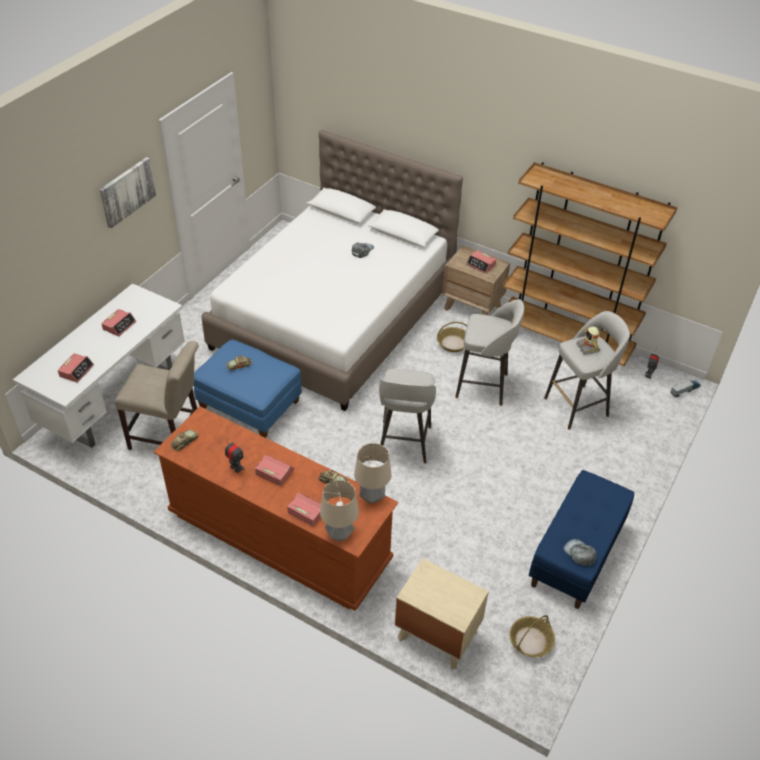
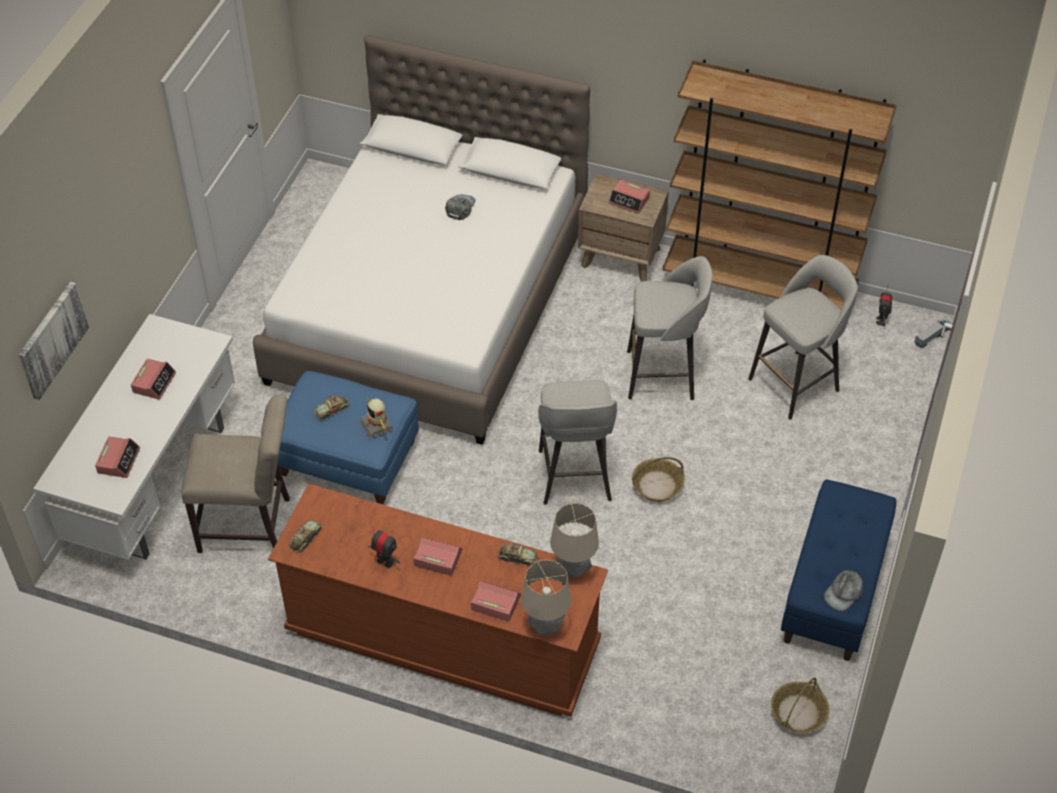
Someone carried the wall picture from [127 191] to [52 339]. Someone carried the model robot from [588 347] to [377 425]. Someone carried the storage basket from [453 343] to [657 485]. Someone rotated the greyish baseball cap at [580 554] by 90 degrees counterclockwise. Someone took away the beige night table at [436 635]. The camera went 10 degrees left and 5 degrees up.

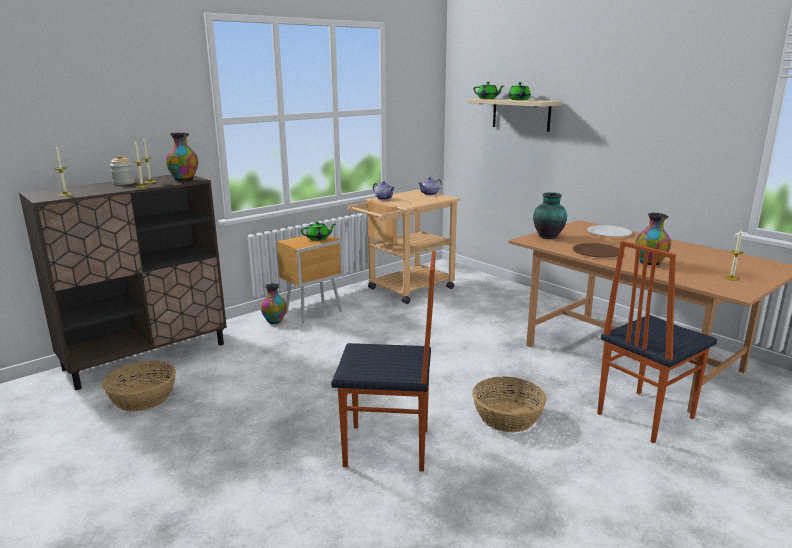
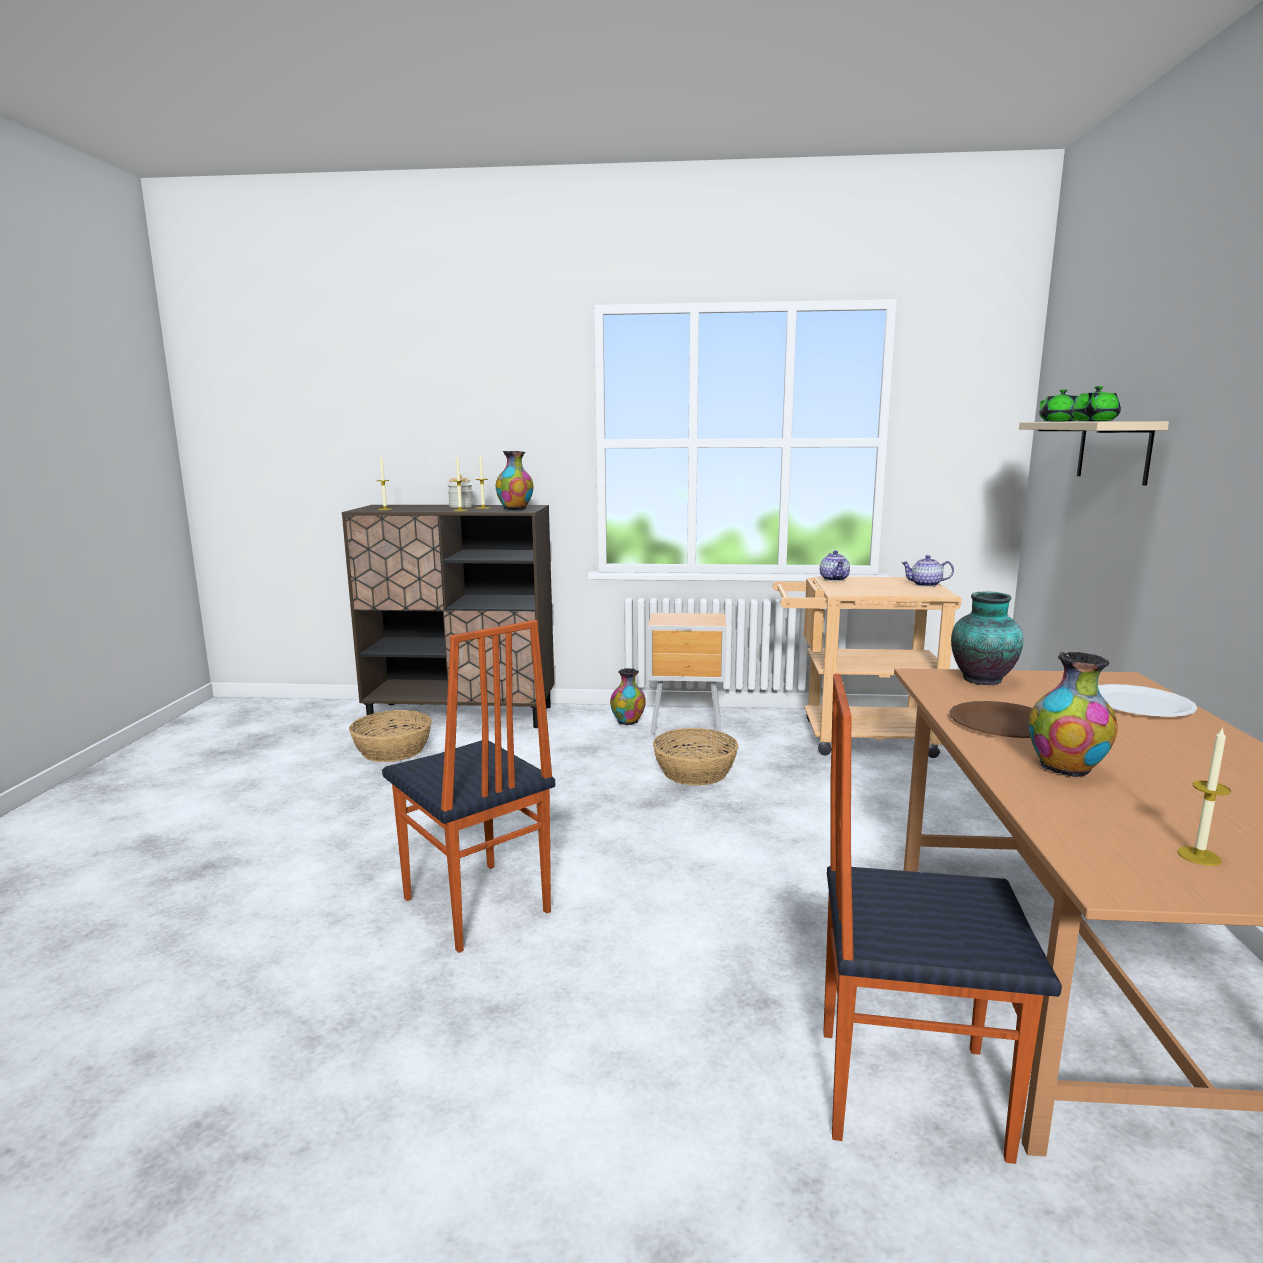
Someone carried the storage basket from [507 416] to [695 772]. Someone took away the green tea pot at [318 238]. The camera went 45 degrees right and 5 degrees down.

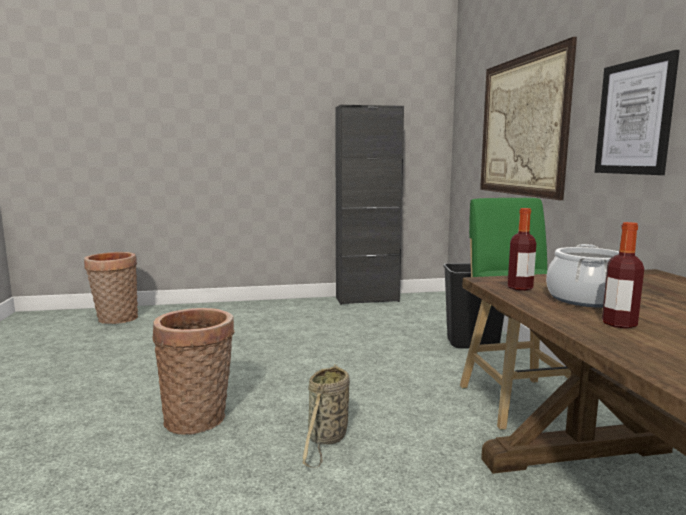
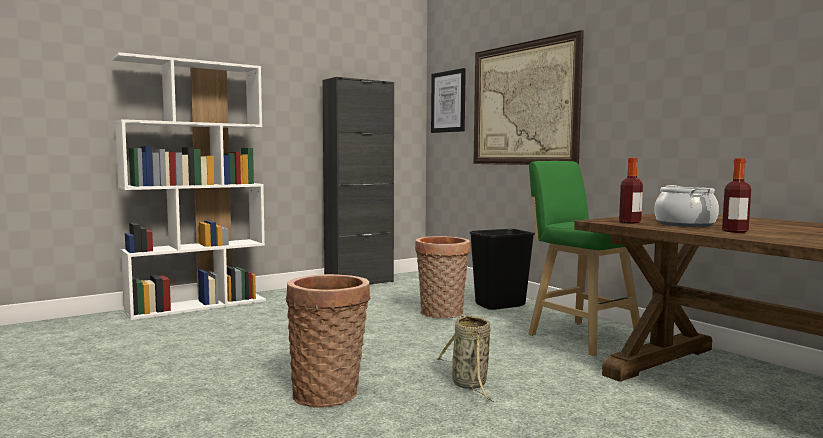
Someone put down the white-coloured shelving unit at [198 305]. Someone carried the storage basket from [116 319] to [441 314]. Someone carried the wall picture from [634 117] to [448 101]. The camera went 25 degrees left and 5 degrees down.

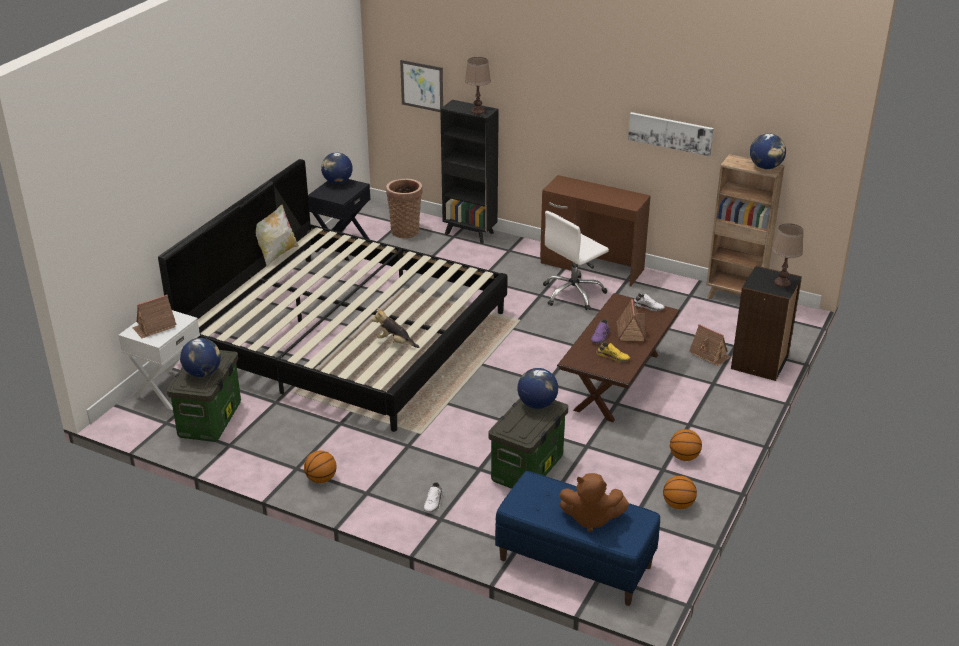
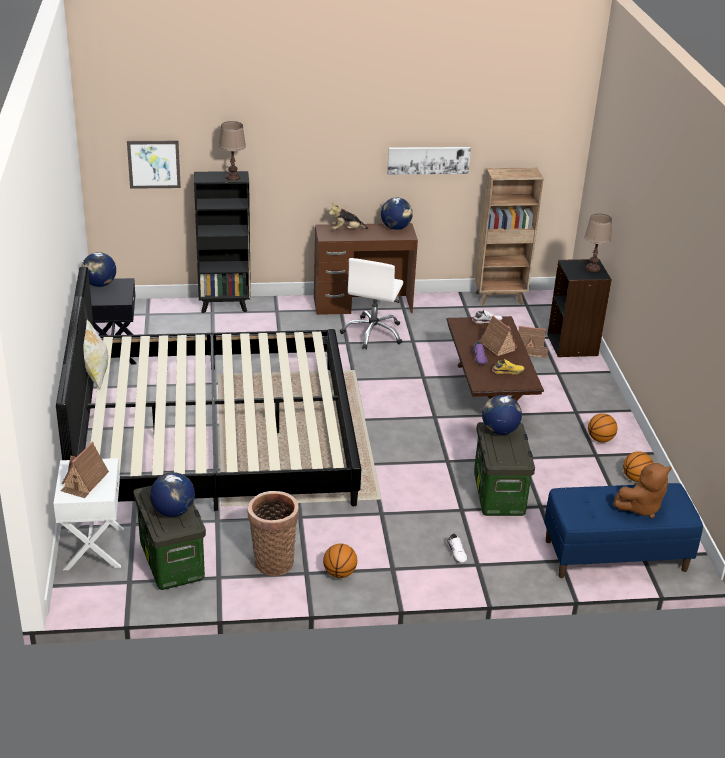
Someone carried the storage basket from [405 230] to [273 560]. Someone carried the plush toy from [395 342] to [346 230]. Someone carried the globe from [765 167] to [396 228]. The camera went 35 degrees left and 0 degrees up.

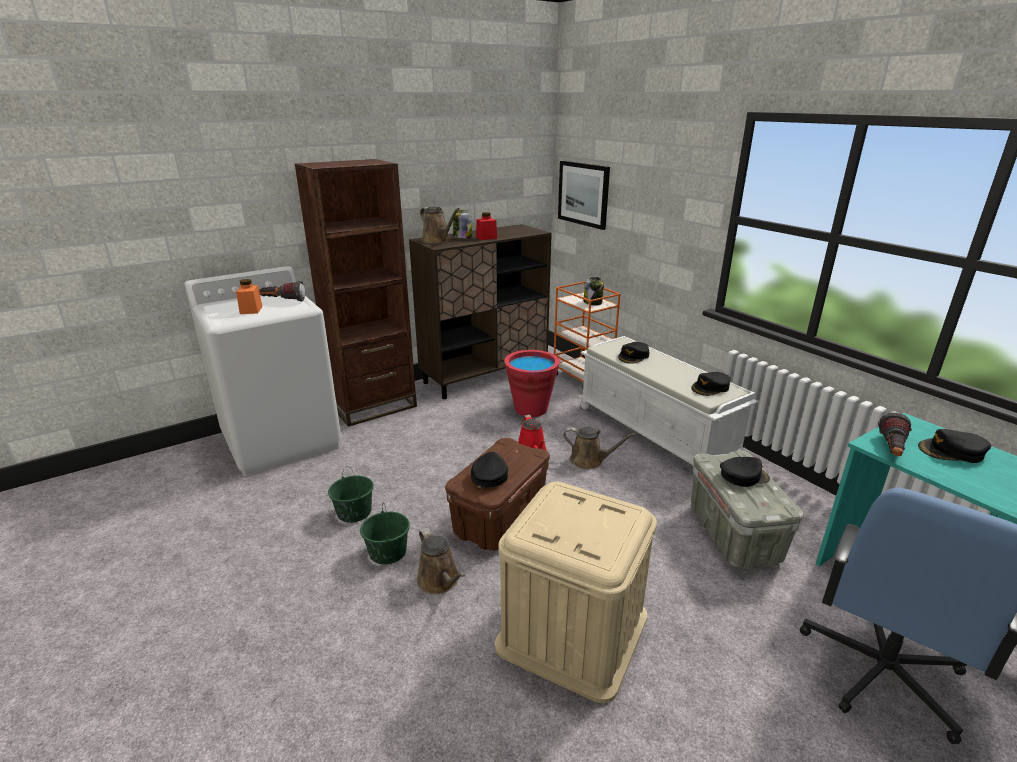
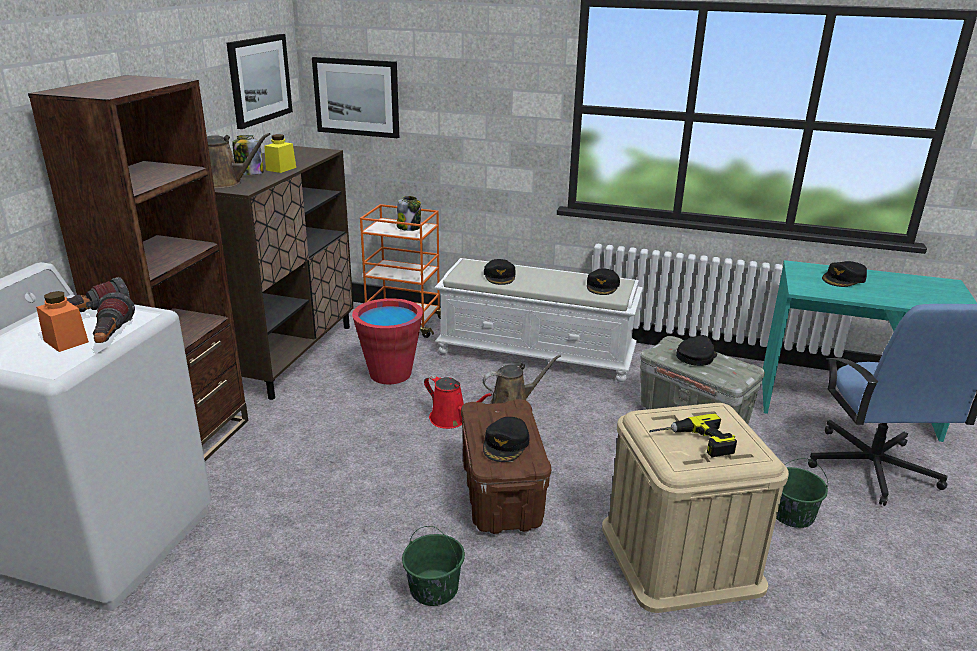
Someone carried the flashlight from [891 450] to [112 338]. Someone put up the wall picture at [259 79]. Someone repainted the red preserve jar at [486 238], which became the yellow-coloured preserve jar at [281 169]. Someone rotated the black-coloured baseball cap at [489 474] by 135 degrees counterclockwise. Someone put down the electric drill at [693 442]. Someone carried the green pail from [354 512] to [791 514]. Someone took away the brown-coloured watering pot at [440 581]. The camera went 40 degrees left and 0 degrees up.

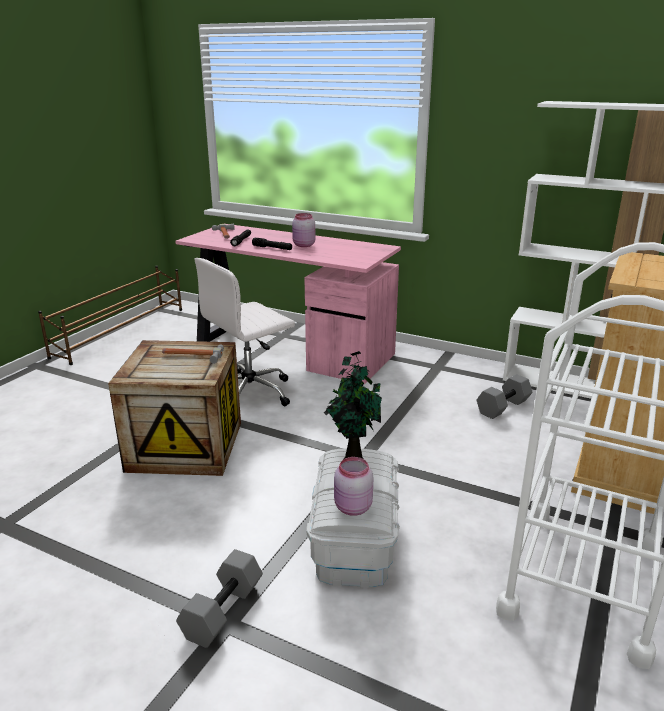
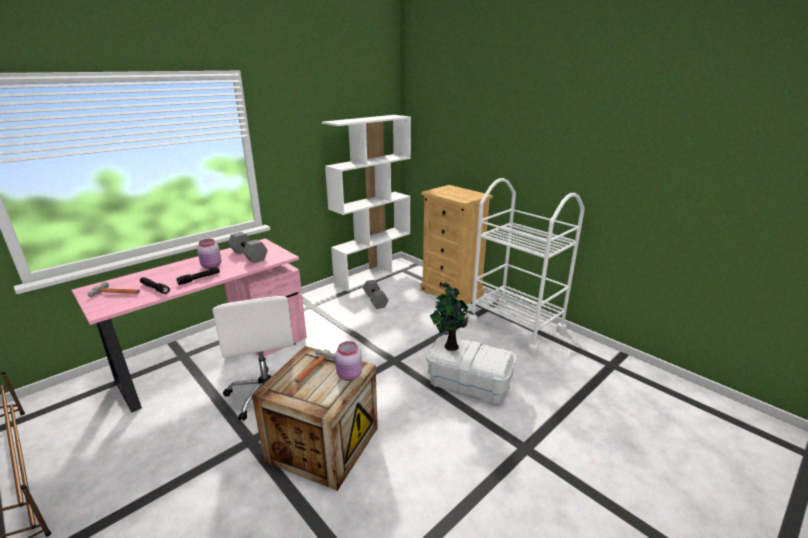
Someone carried the greyish dumbbell from [222 610] to [248 255]. Someone carried the pink preserve jar from [352 508] to [349 375]. The camera went 70 degrees left and 0 degrees up.

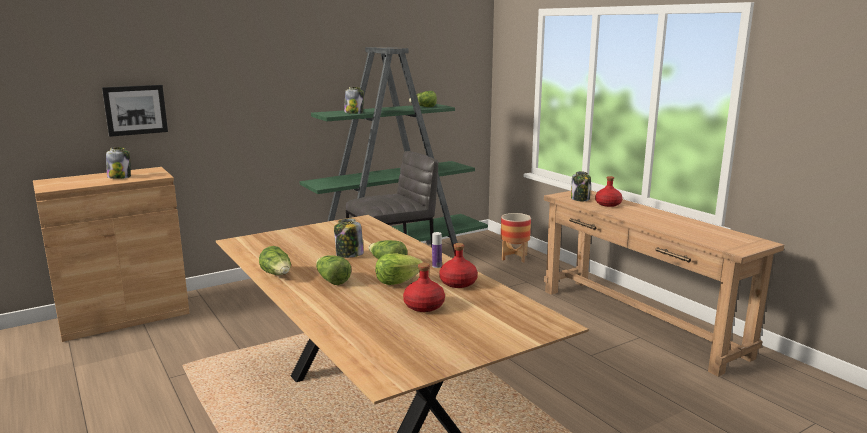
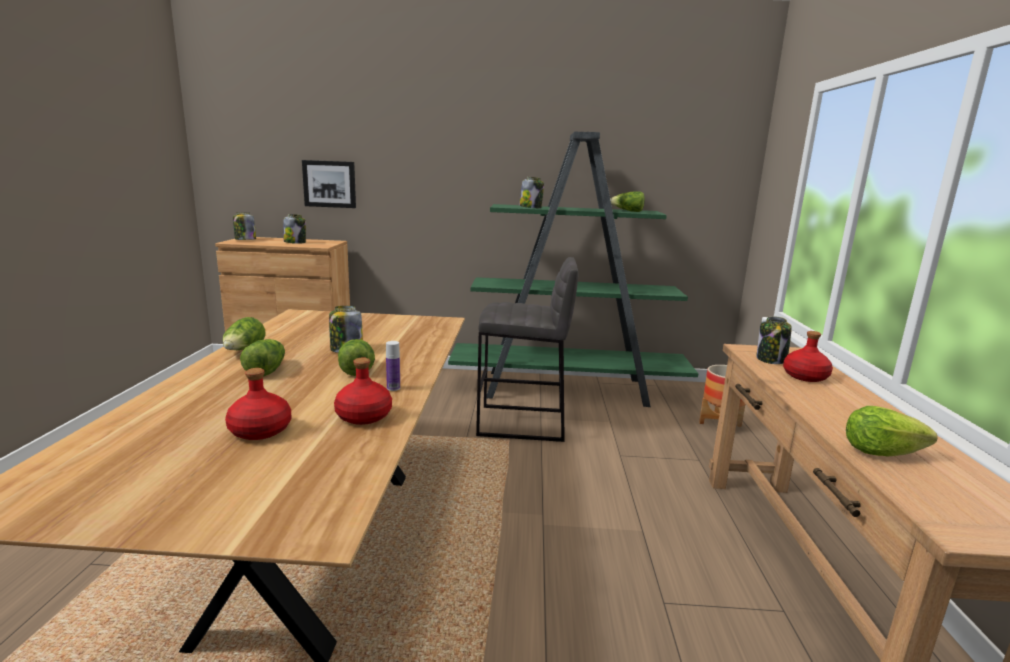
Someone put down the preserve jar at [245 240]. Someone carried the lettuce head from [397 282] to [880 452]. The camera went 35 degrees right and 0 degrees up.

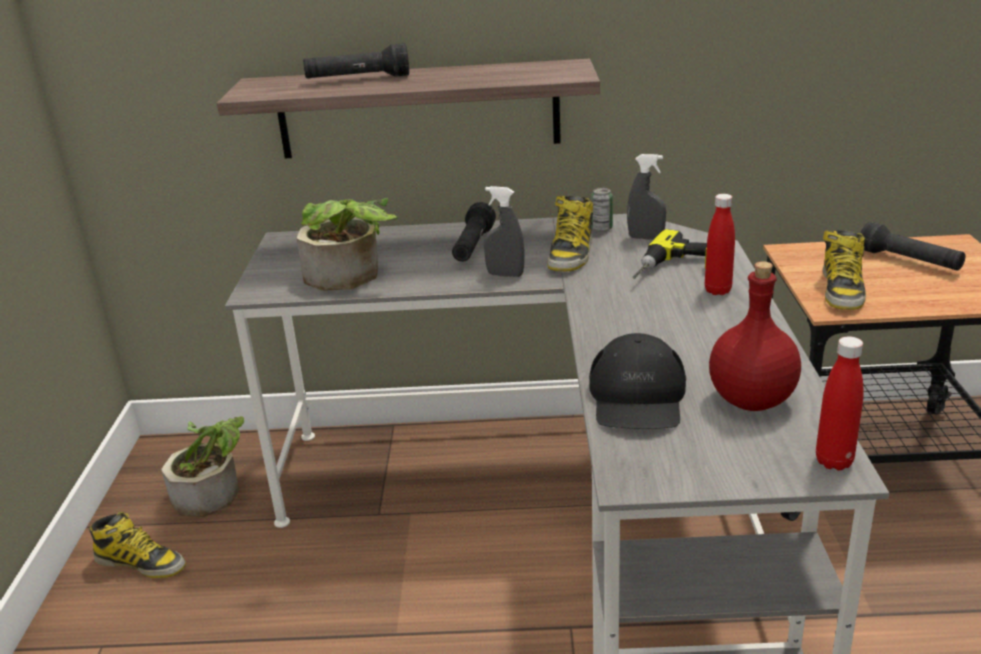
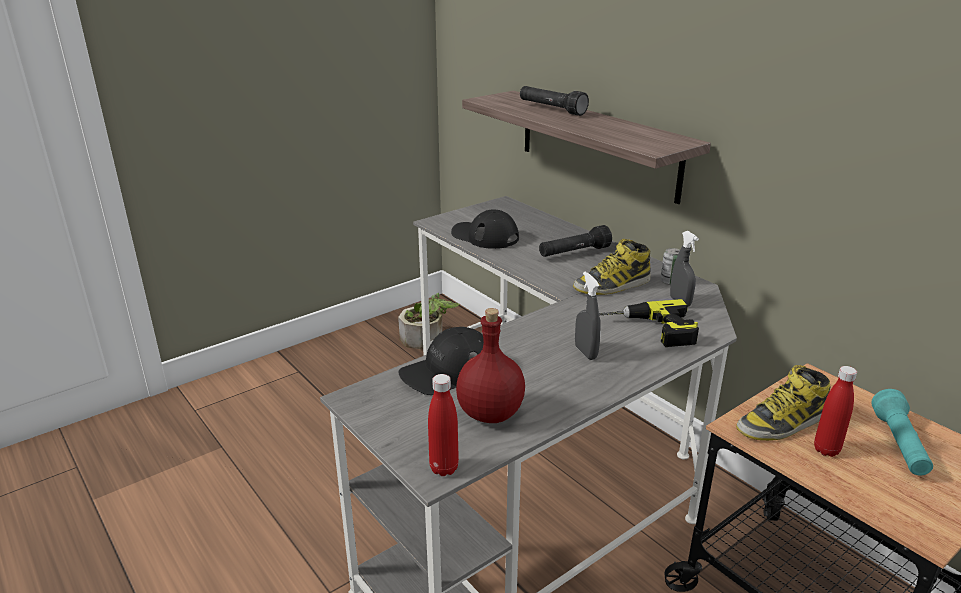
Someone swapped the plant in a pot at [350 277] for the black-coloured baseball cap at [485 236]. Someone carried the greyish sprayer from [505 275] to [585 352]. Someone carried the red bottle from [717 290] to [826 450]. Someone repainted the black-coloured flashlight at [909 261], which became the blue-green flashlight at [899 445]. Someone took away the tall boot at [141 563]. The camera went 50 degrees right and 0 degrees up.

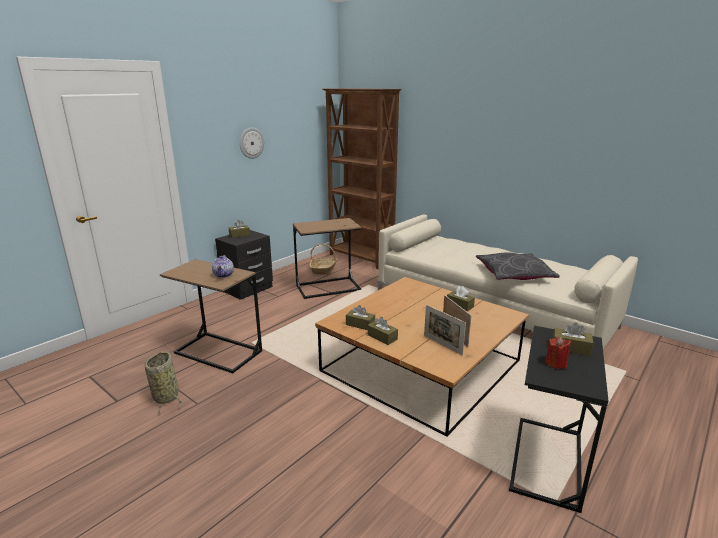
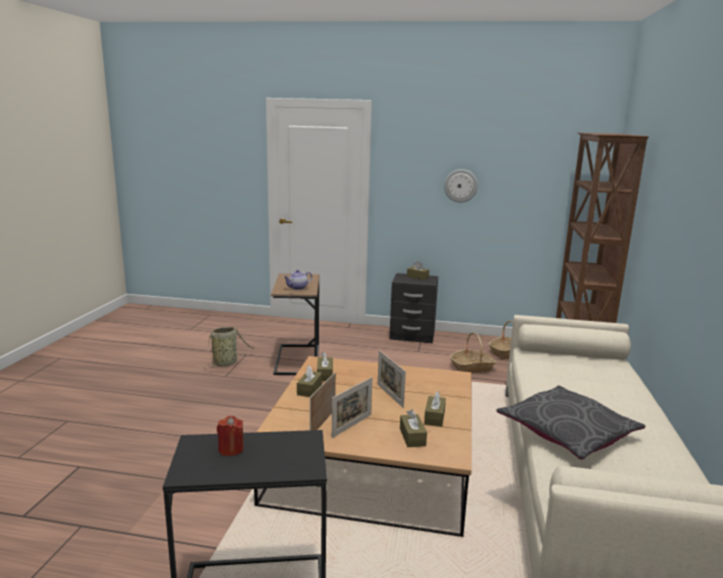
Someone put down the photo frame at [390 395]. Someone carried the brown-coloured box of tissues from [570 348] to [412 437]. Someone swapped the brown-coloured end table at [328 287] for the storage basket at [472 367]. The camera went 60 degrees right and 5 degrees down.

